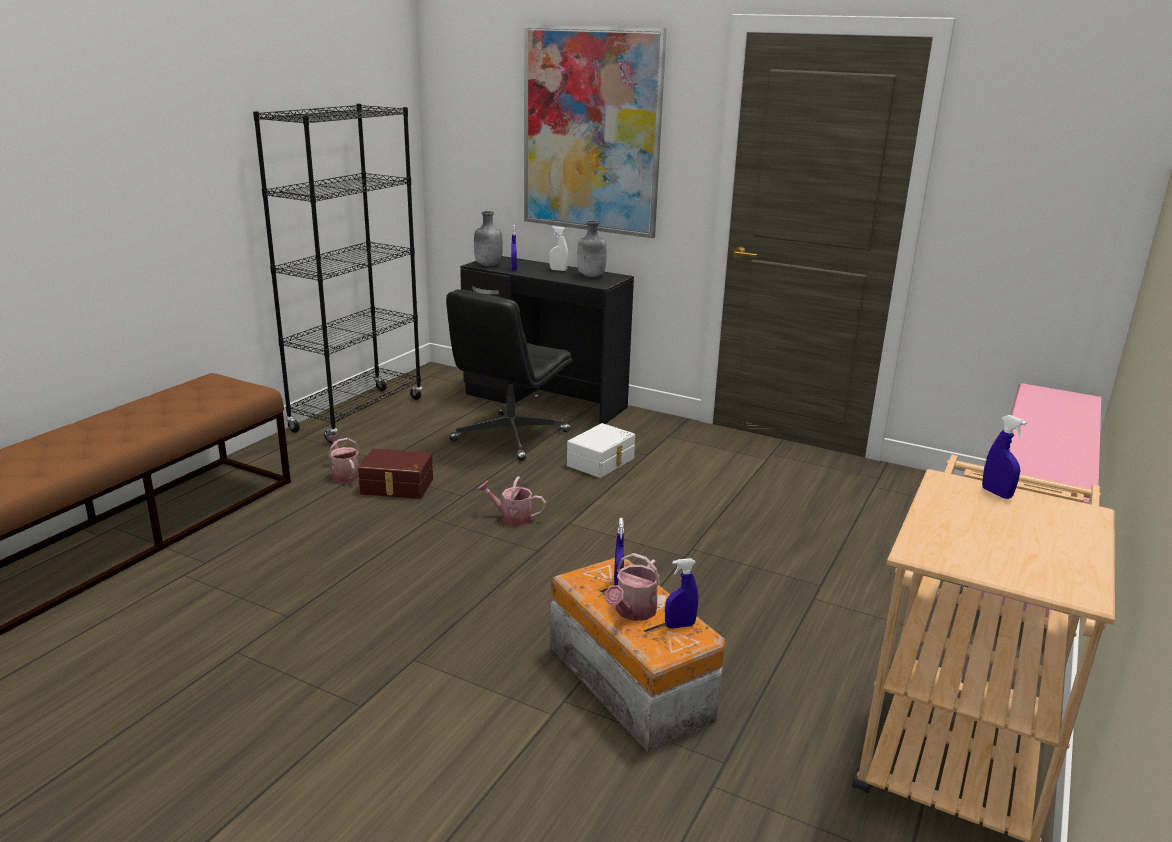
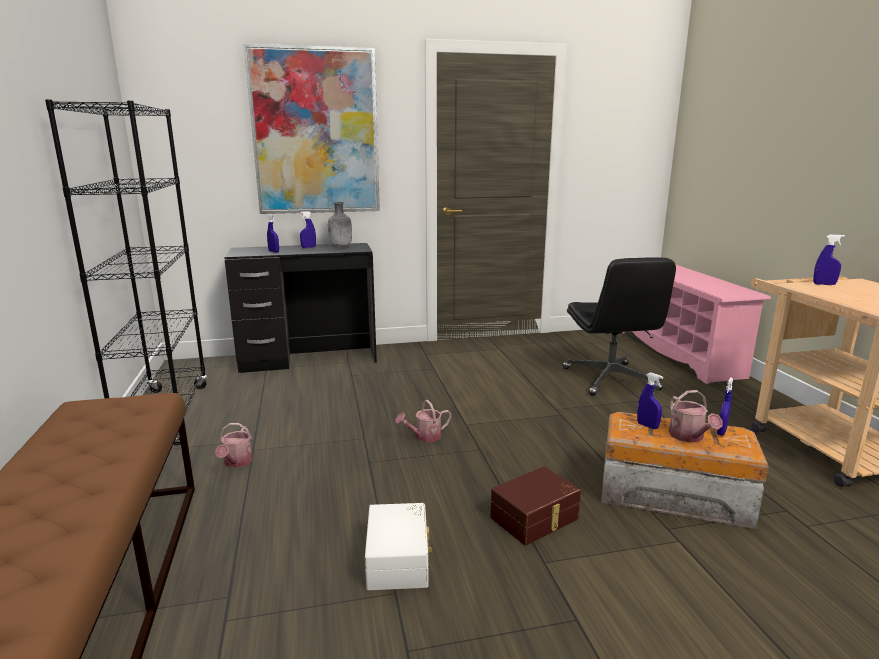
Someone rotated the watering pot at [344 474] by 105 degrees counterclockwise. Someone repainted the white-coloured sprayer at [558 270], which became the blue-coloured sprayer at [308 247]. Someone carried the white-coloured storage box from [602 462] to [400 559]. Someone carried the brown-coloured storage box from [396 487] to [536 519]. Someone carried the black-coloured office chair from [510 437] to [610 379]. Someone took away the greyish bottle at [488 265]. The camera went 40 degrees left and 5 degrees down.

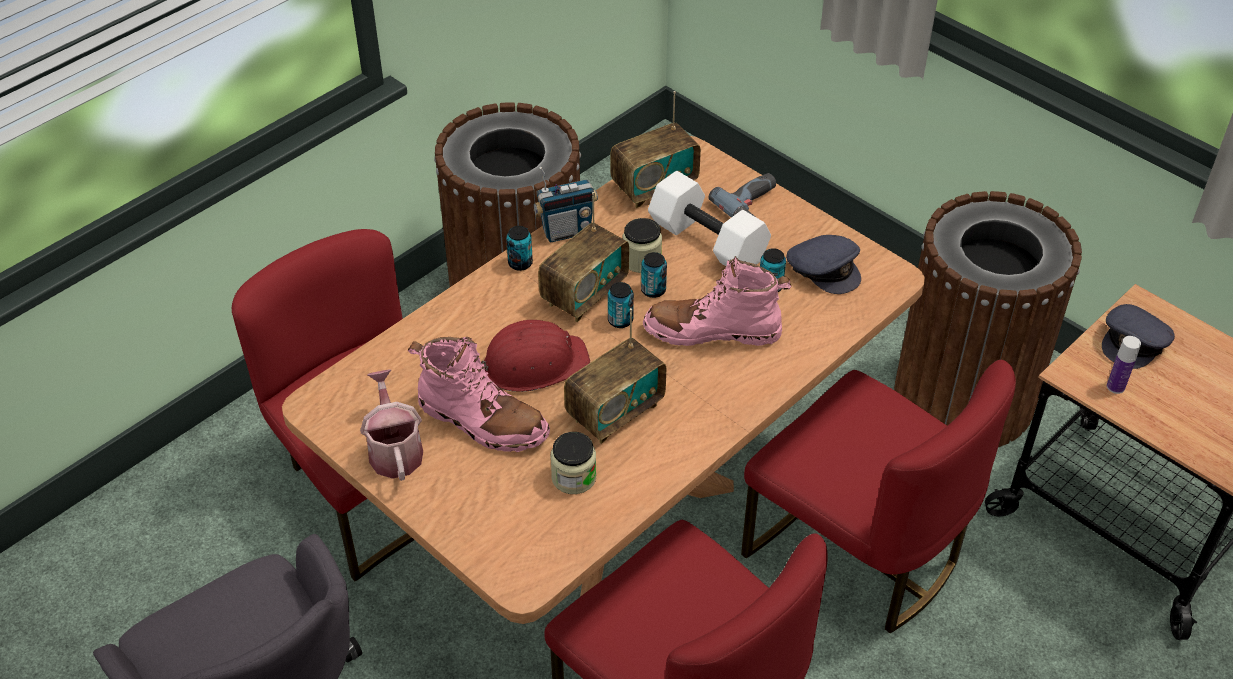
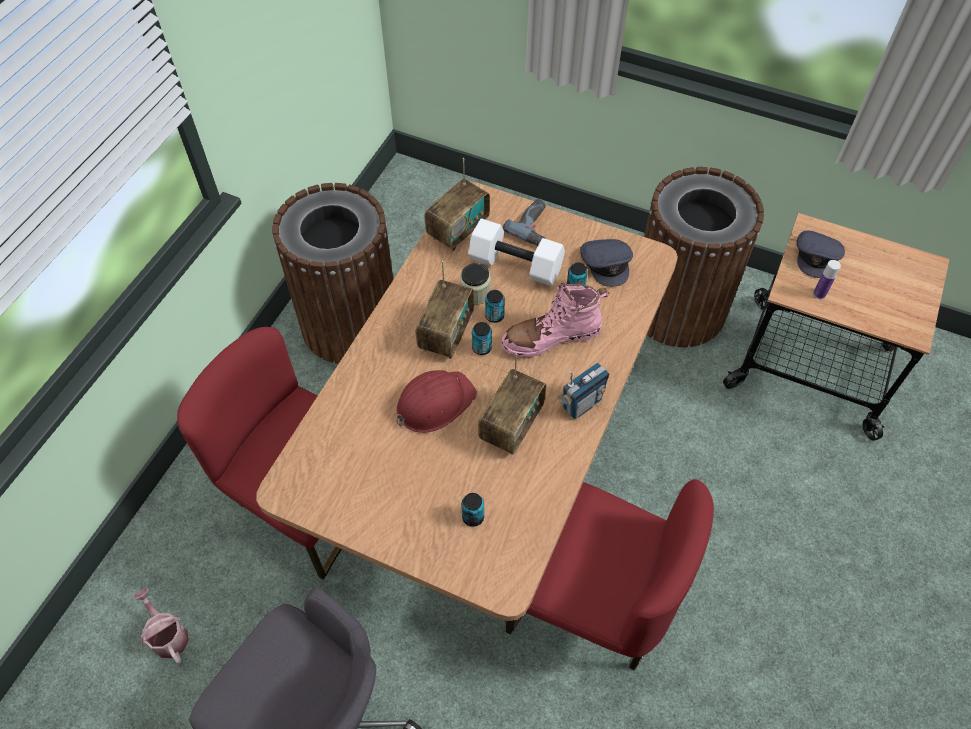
Someone carried the watering pot from [394 450] to [167 635]. Someone carried the can from [520 263] to [473 517]. Someone carried the radio from [566 231] to [581 404]. Someone rotated the greyish baseball cap at [824 269] by 45 degrees clockwise. Someone took away the pink tall boot at [482 421]. Someone took away the preserve jar at [574 477]. Someone took away the red plain chair at [857 552]. The camera went 20 degrees left and 10 degrees up.

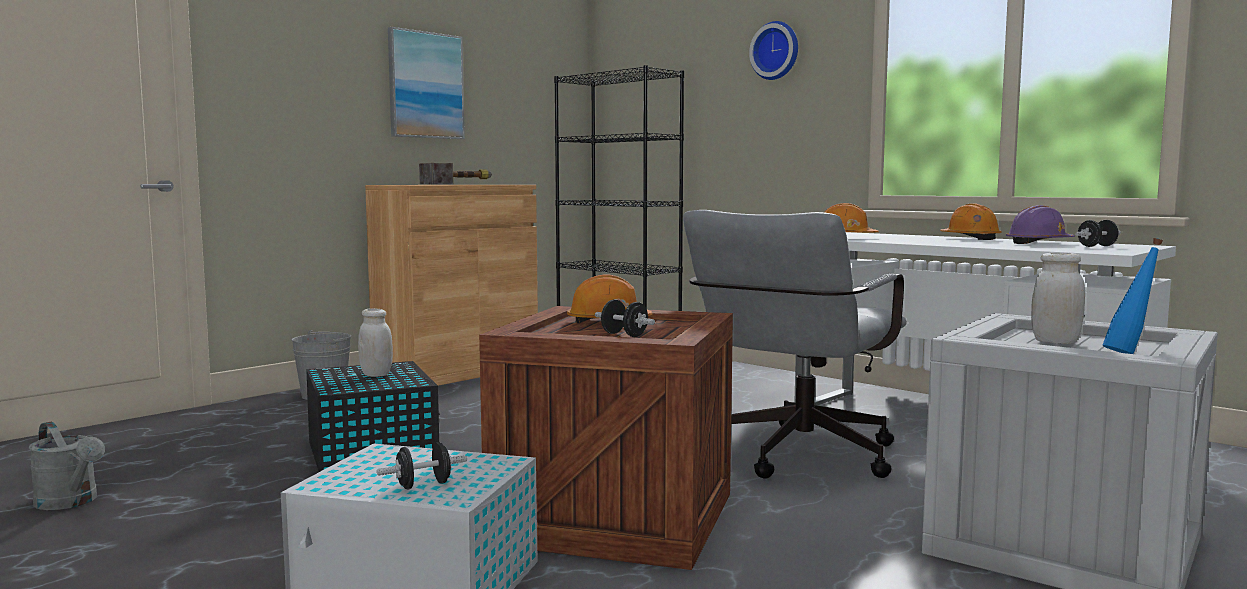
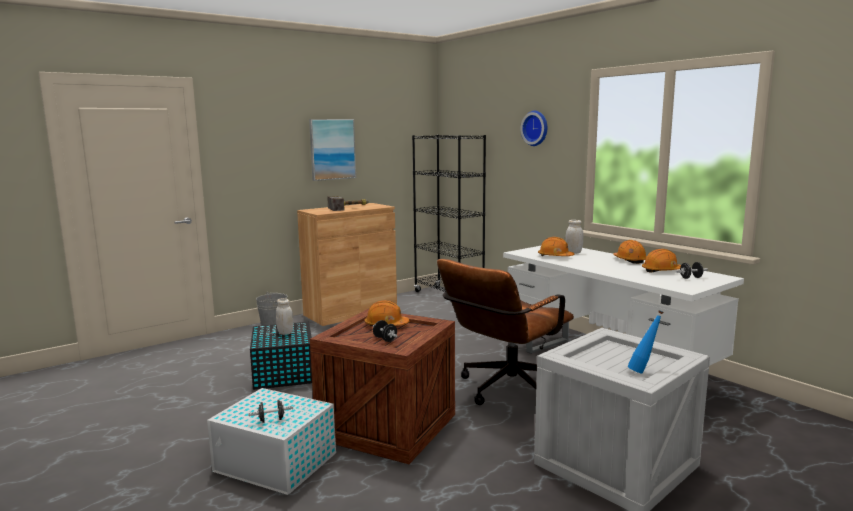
Someone repainted the greyish office chair at [795 458], which became the brown-coloured office chair at [505 391]. Someone carried the white-coloured preserve jar from [1055 342] to [573 252]. Someone repainted the purplish safety helmet at [1039 243], which became the orange-coloured safety helmet at [661 271]. Someone took away the greyish watering pot at [71 502]. The camera went 10 degrees right and 5 degrees up.

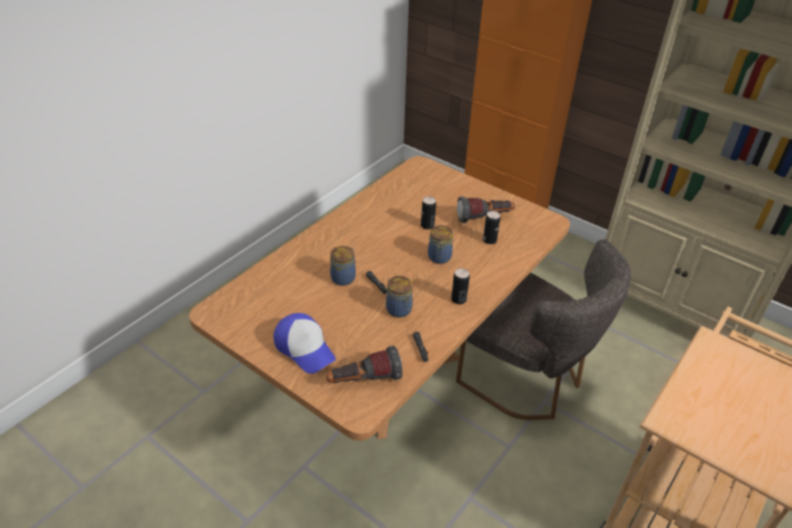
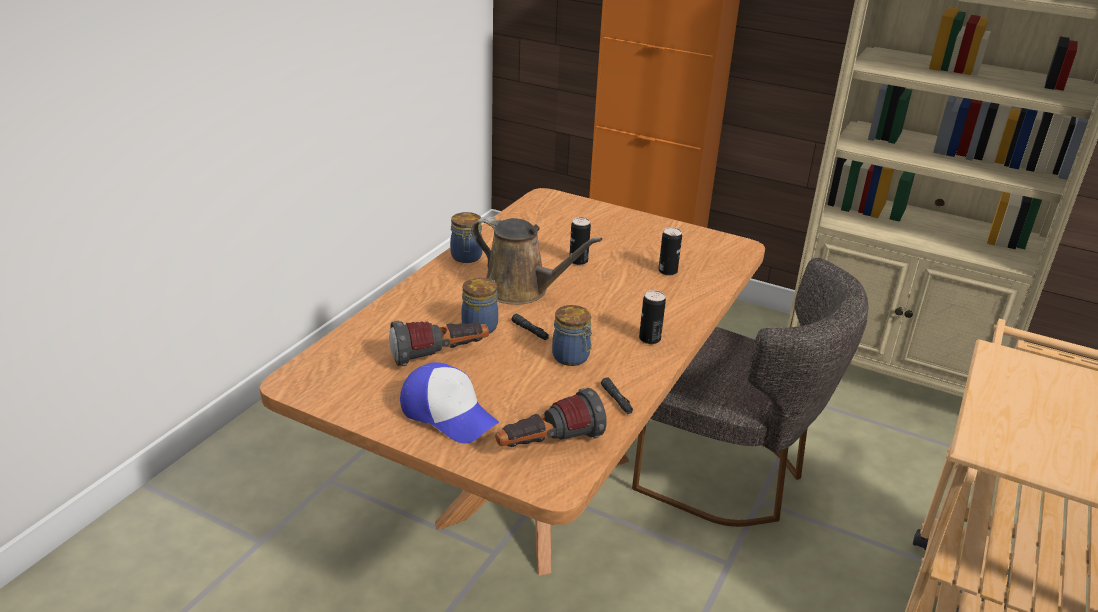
Someone carried the flashlight from [484 218] to [440 356]. Someone carried the preserve jar from [439 258] to [466 257]. Someone put down the brown-coloured watering pot at [521 290]. The camera went 10 degrees left and 10 degrees down.

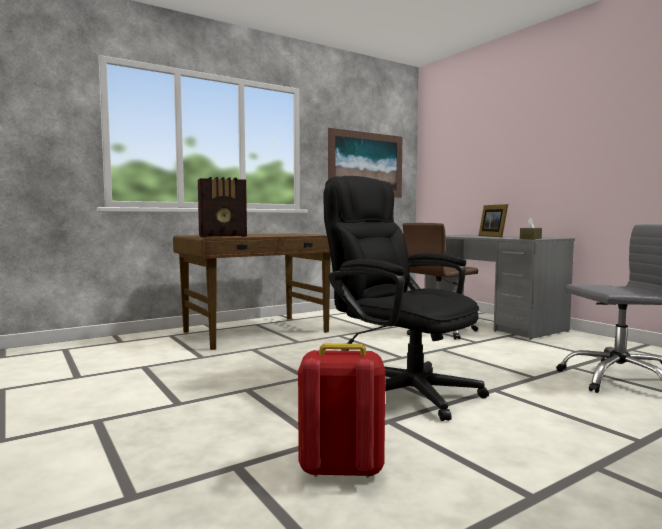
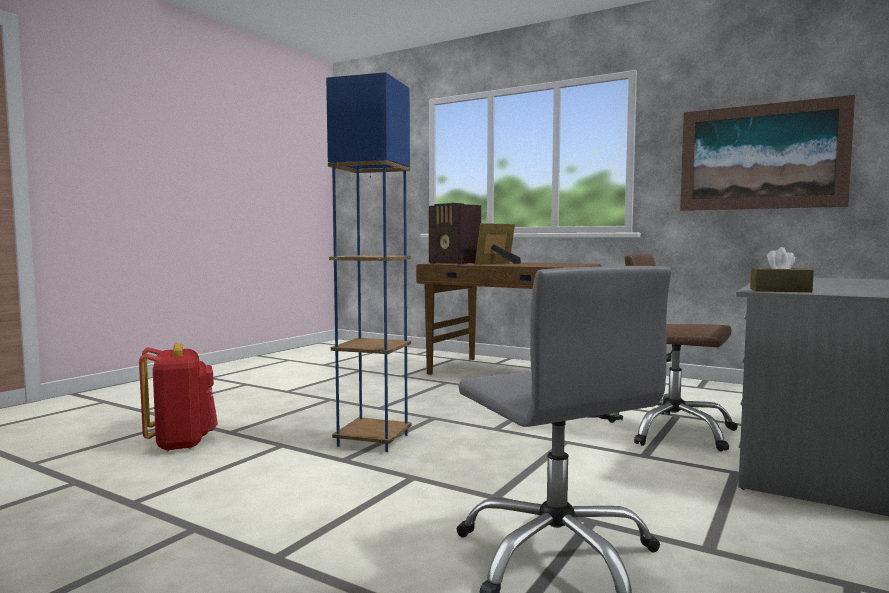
Someone swapped the black-coloured office chair at [401 390] for the blue-coloured floor lamp at [373 440]. Someone carried the photo frame from [493 236] to [498 264]. The camera went 65 degrees right and 0 degrees up.

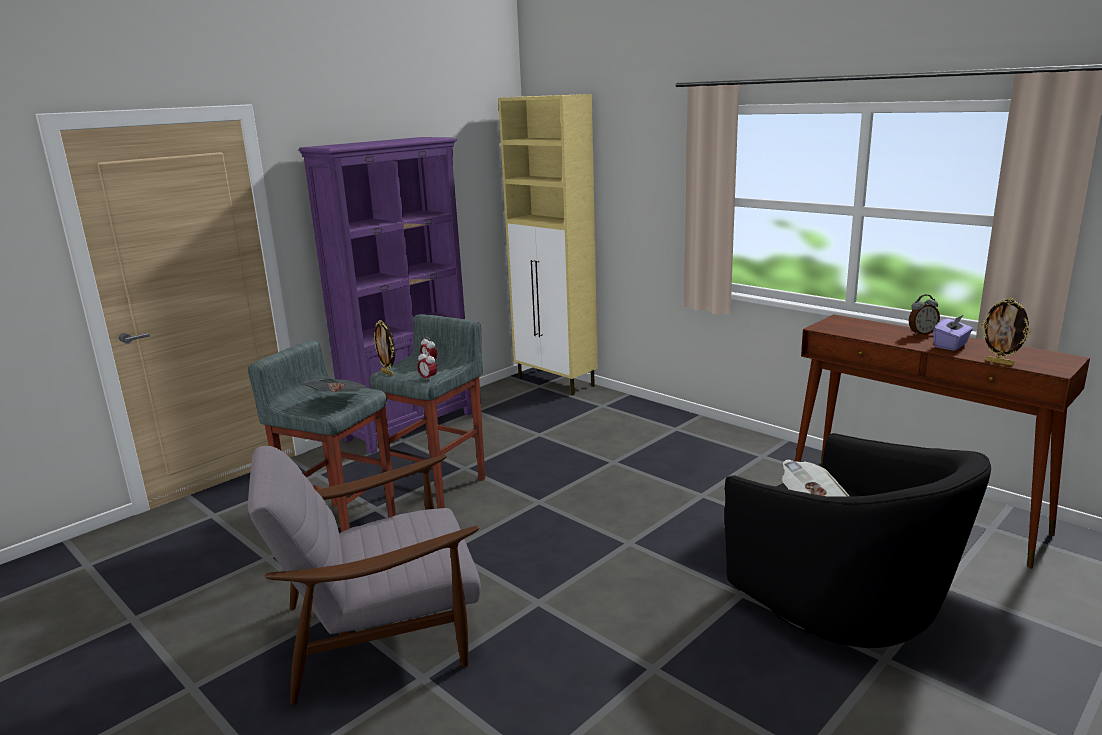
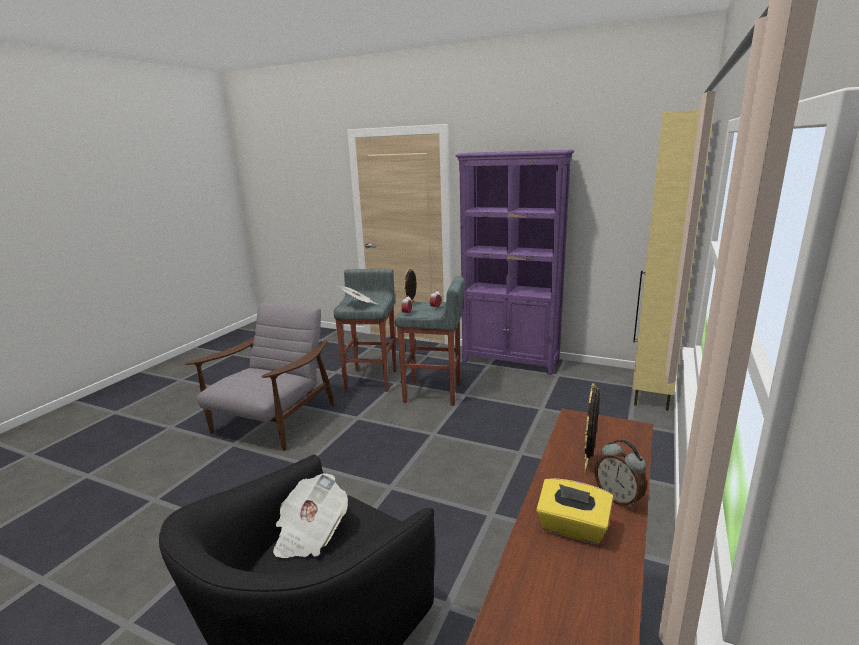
Someone rotated the greyish lounge chair at [381 631] by 60 degrees clockwise. Someone repainted the purplish box of tissues at [951 345], which became the yellow-coloured box of tissues at [572 528]. Someone carried the photo frame from [1000 363] to [588 464]. The camera went 70 degrees right and 0 degrees up.

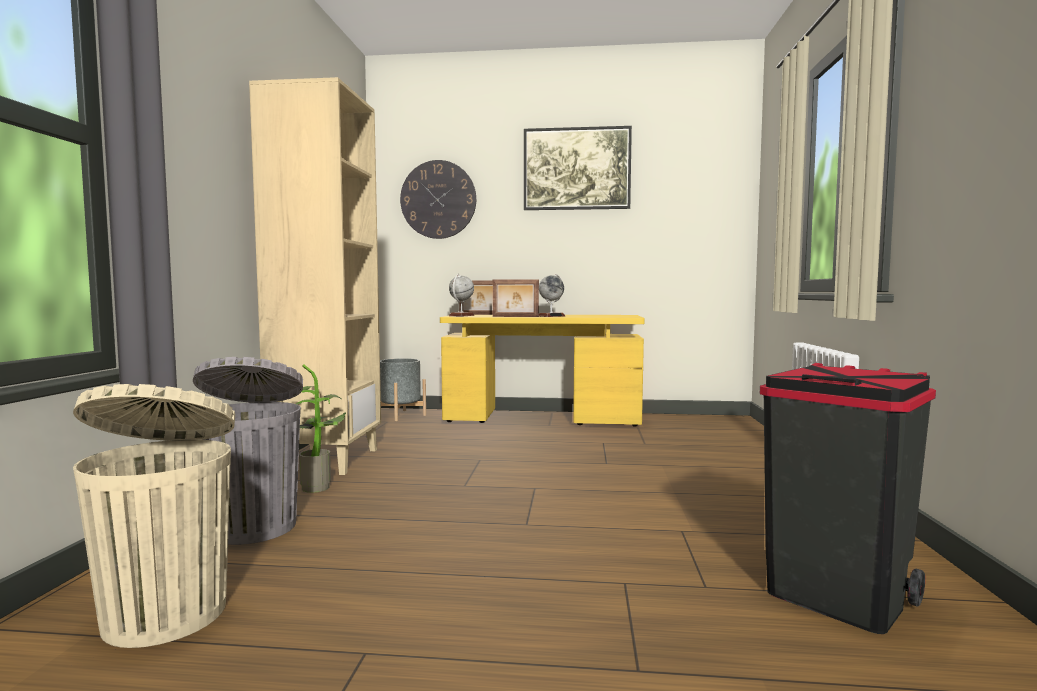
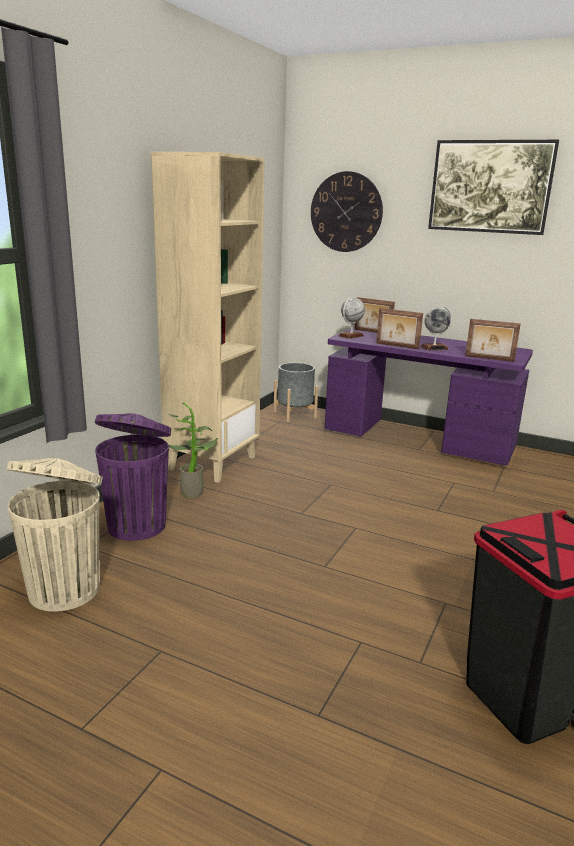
Someone repainted the greyish rubbish bin at [254 526], which became the purplish rubbish bin at [138 525]. Someone repainted the yellow-coloured desk table at [542 419], which became the purplish desk table at [418 439]. Someone put down the photo frame at [489 359]. The camera went 20 degrees right and 15 degrees up.

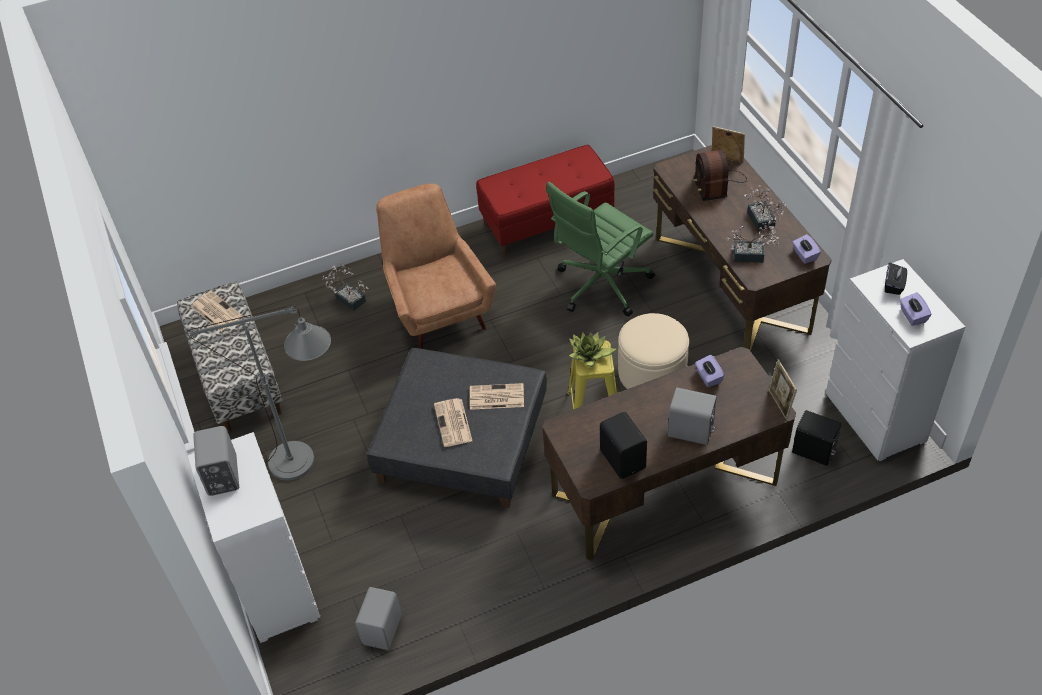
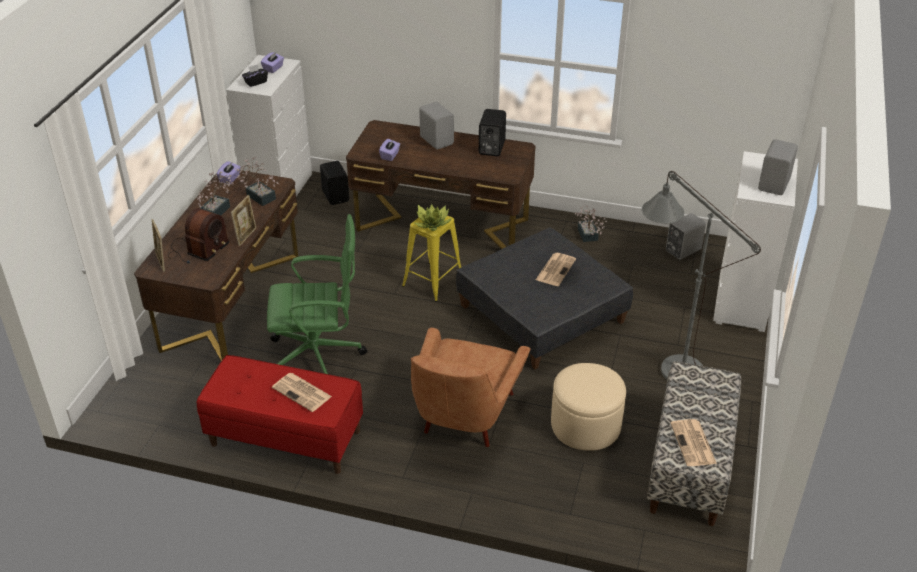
Someone carried the photo frame from [779 404] to [246 236]. Someone carried the printed paper from [496 397] to [302 392]. Someone carried the beige ottoman from [652 372] to [585 425]. Someone carried the plant in a pot from [349 298] to [588 236]. The camera went 145 degrees left and 10 degrees down.

